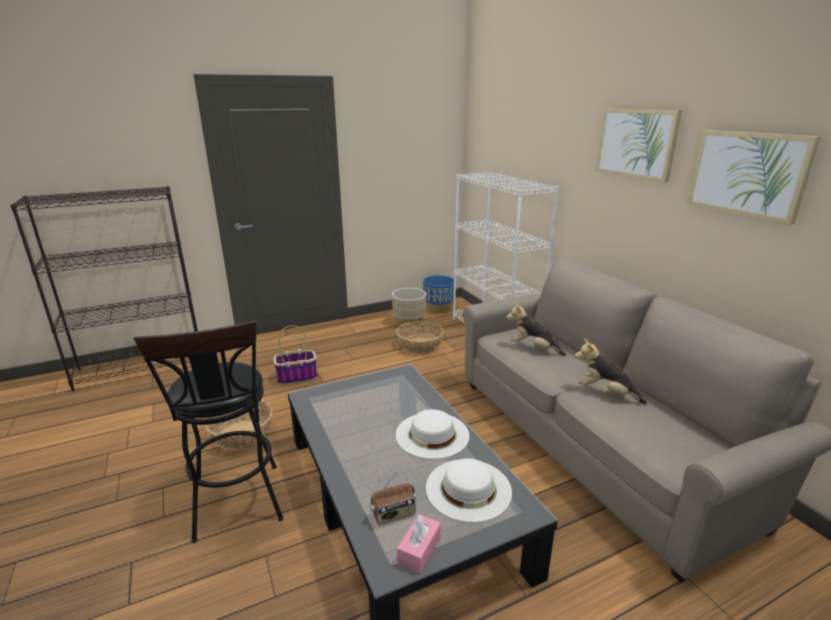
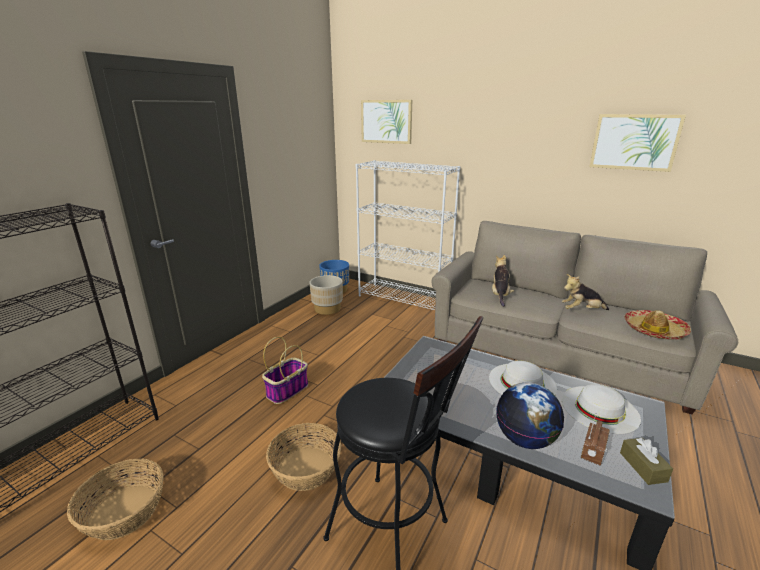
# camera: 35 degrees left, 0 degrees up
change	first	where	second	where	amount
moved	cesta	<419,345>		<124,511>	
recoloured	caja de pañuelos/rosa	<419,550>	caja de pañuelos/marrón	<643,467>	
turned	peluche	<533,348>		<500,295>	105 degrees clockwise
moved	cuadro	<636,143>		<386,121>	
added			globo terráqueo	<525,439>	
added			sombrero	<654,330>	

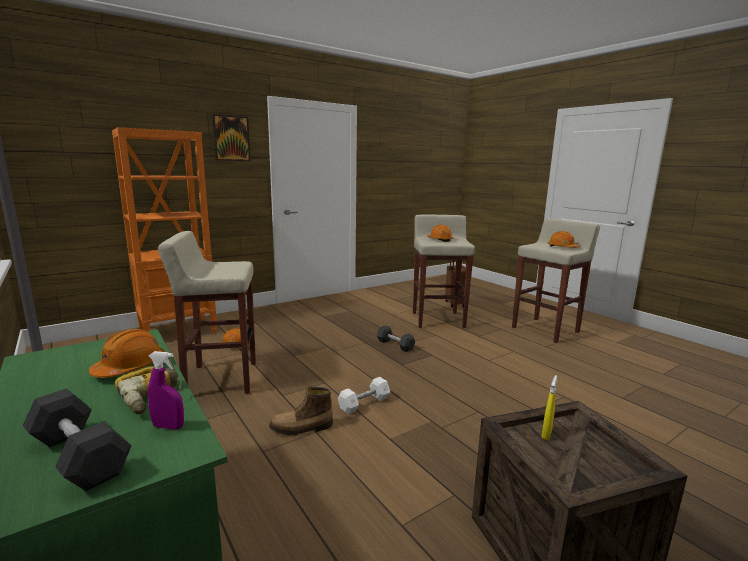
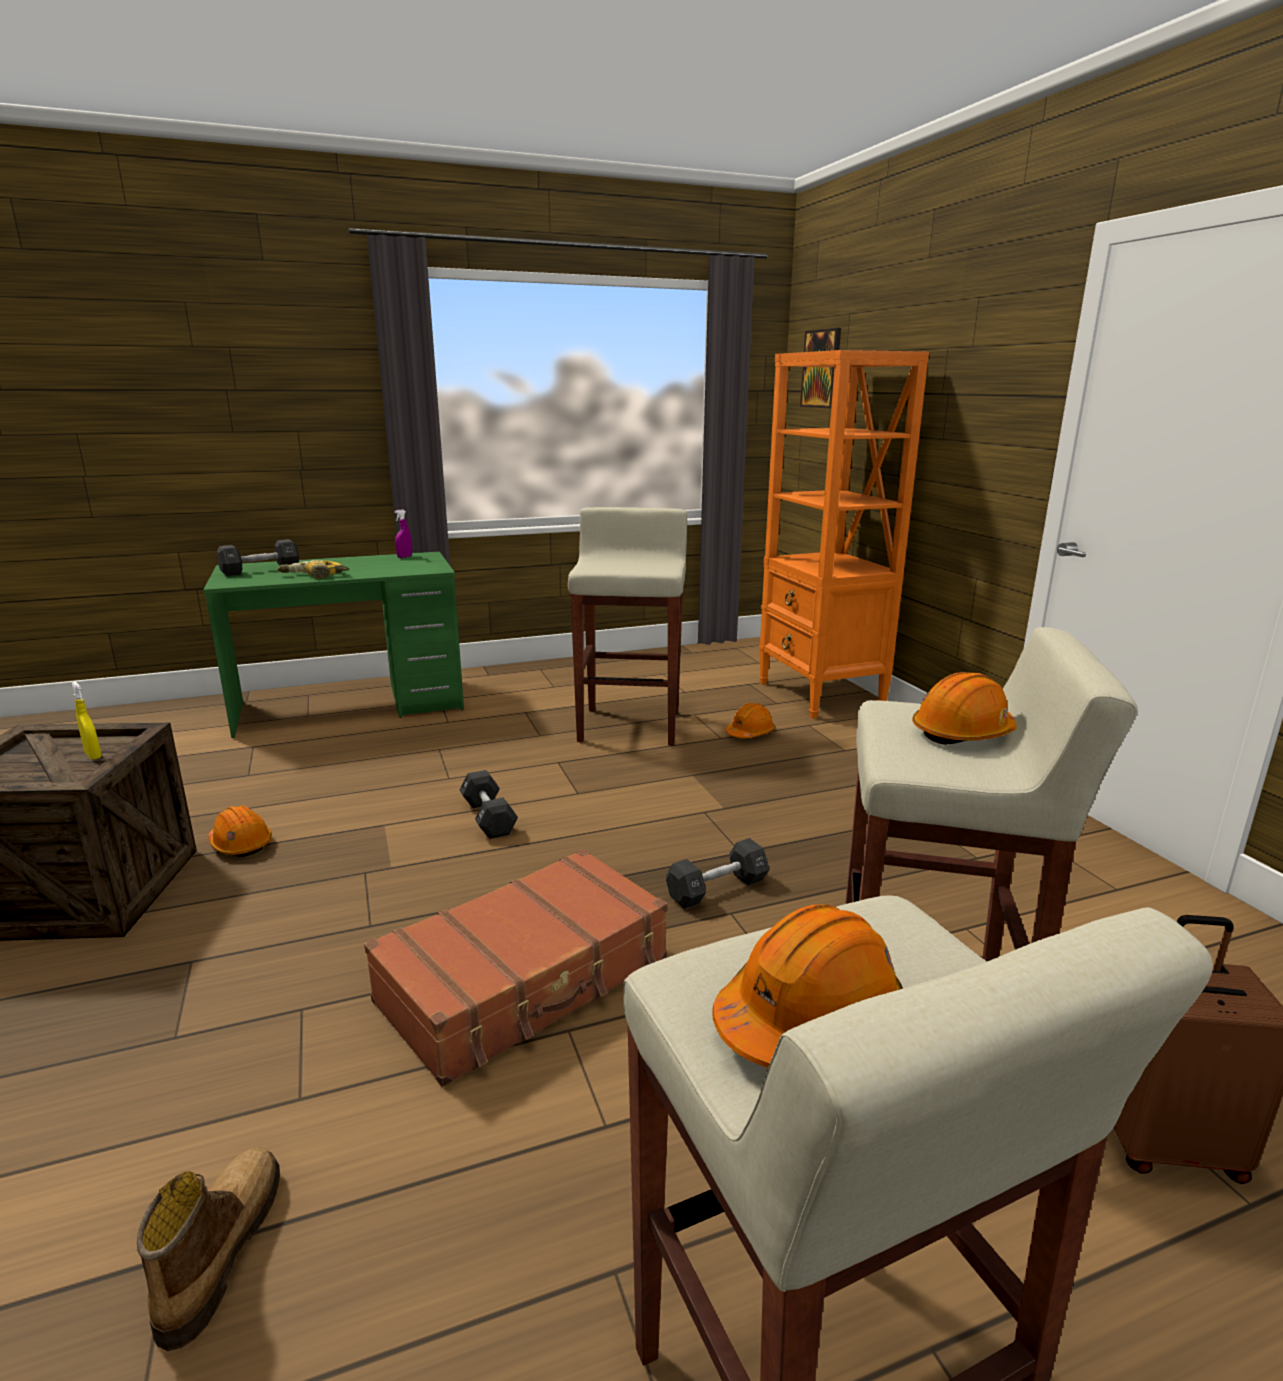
# camera: 105 degrees right, 5 degrees up
change	first	where	second	where	amount
moved	casco/naranja	<130,367>		<241,844>	
moved	pulverizador/morado	<168,426>		<404,557>	
moved	cuadro	<231,138>		<821,369>	
moved	bota	<301,428>		<219,1250>	
recoloured	mancuerna/blanco	<364,403>	mancuerna/negro	<488,818>	
added			maleta/marrón	<527,981>	

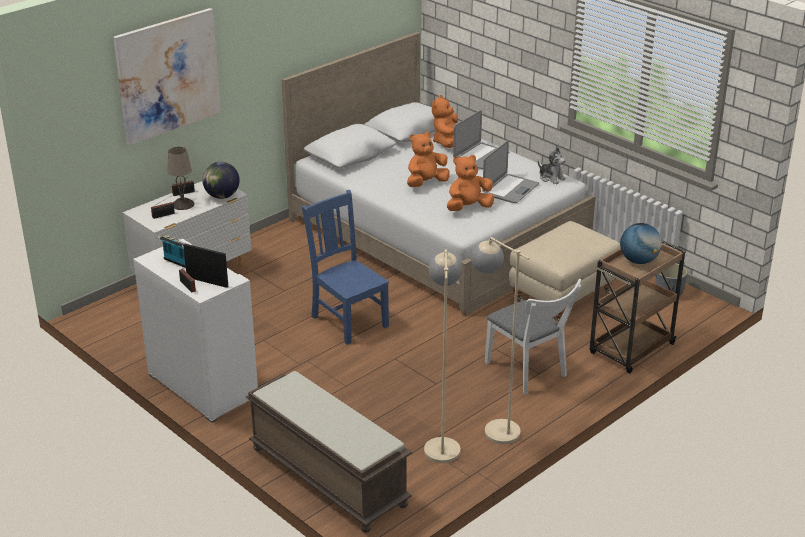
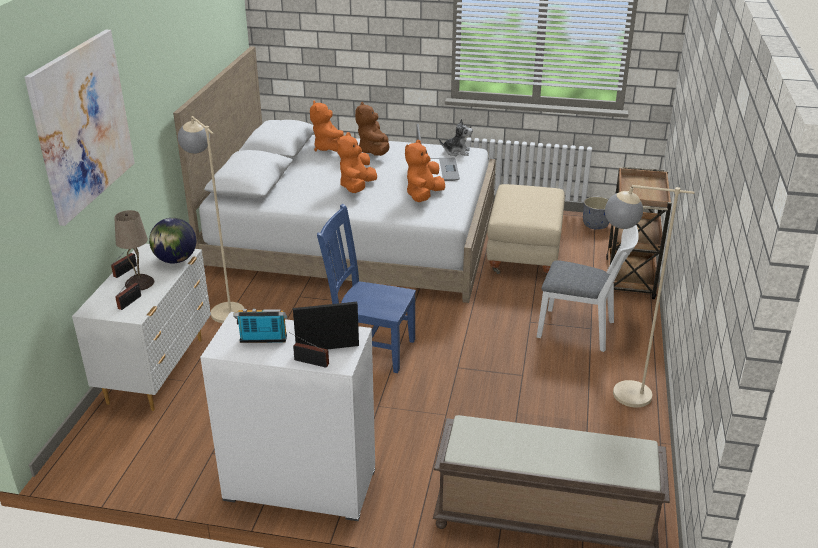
# camera: 35 degrees left, 0 degrees up
change	first	where	second	where	amount
moved	lámpara de pie/beis	<441,442>		<222,308>	
replaced	portátil	<480,156>	peluche/marrón	<374,152>	
removed	globo terráqueo	<638,261>			

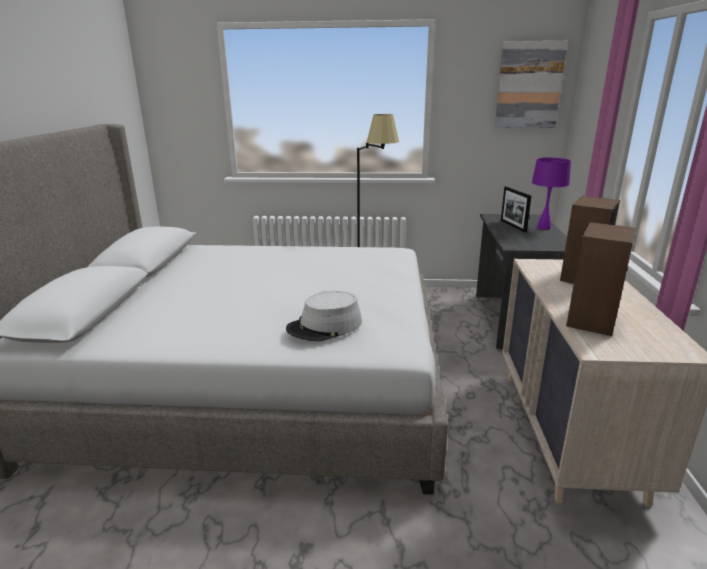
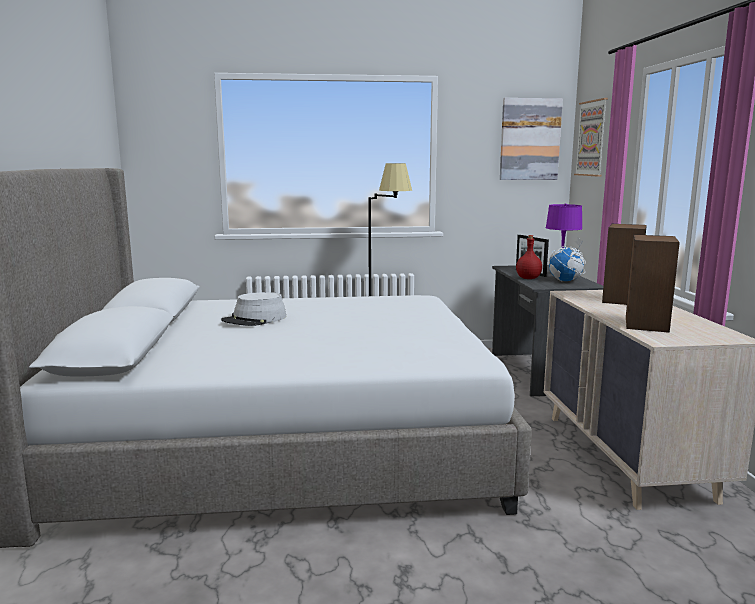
# camera: 10 degrees left, 10 degrees down
change	first	where	second	where	amount
moved	sombrero/gris	<325,326>		<255,319>	
added			botella/rojo	<528,278>	
added			globo terráqueo	<565,281>	
added			cuadro	<591,138>	

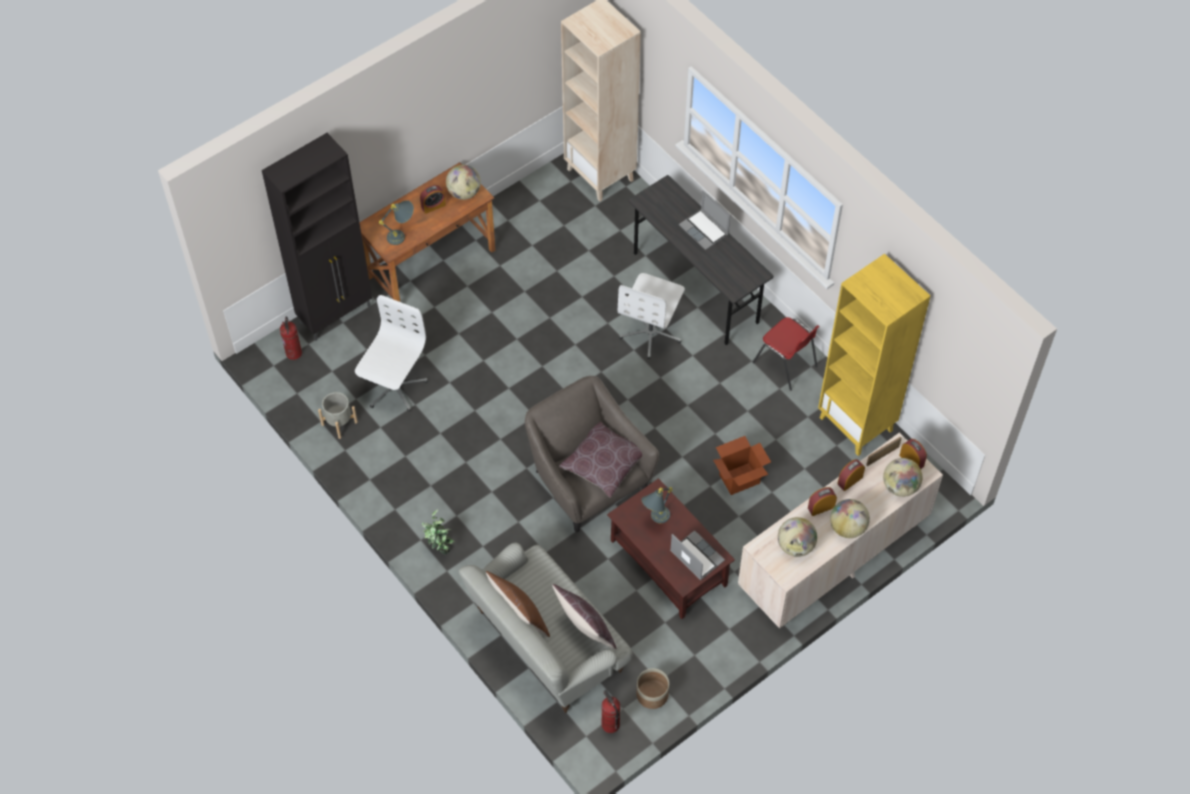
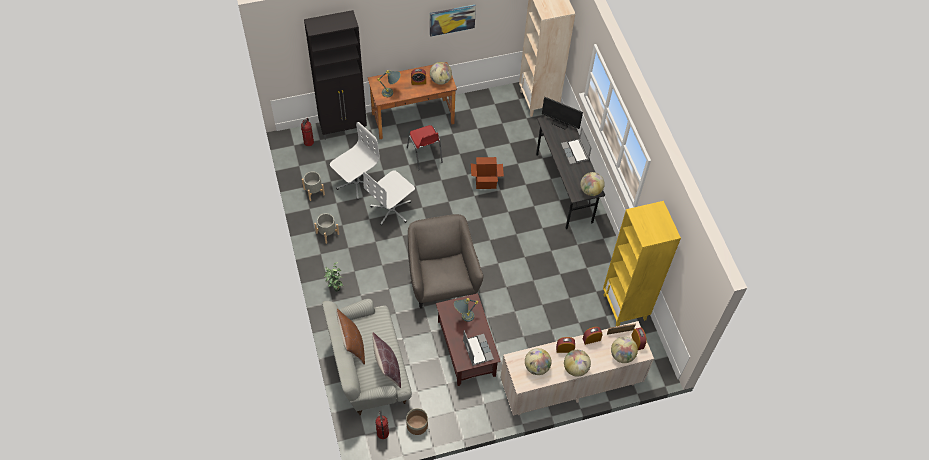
# camera: 20 degrees right, 0 degrees up
change	first	where	second	where	amount
removed	cojín/marrón	<603,463>			
moved	silla de oficina/blanco	<651,332>		<391,210>	
moved	caja de cartón	<739,478>		<486,182>	
moved	silla/rojo	<785,364>		<425,155>	
added			maceta/gris	<327,233>	
added			cuadro	<452,19>	
added			monitor	<560,123>	
added			globo terráqueo	<590,190>	

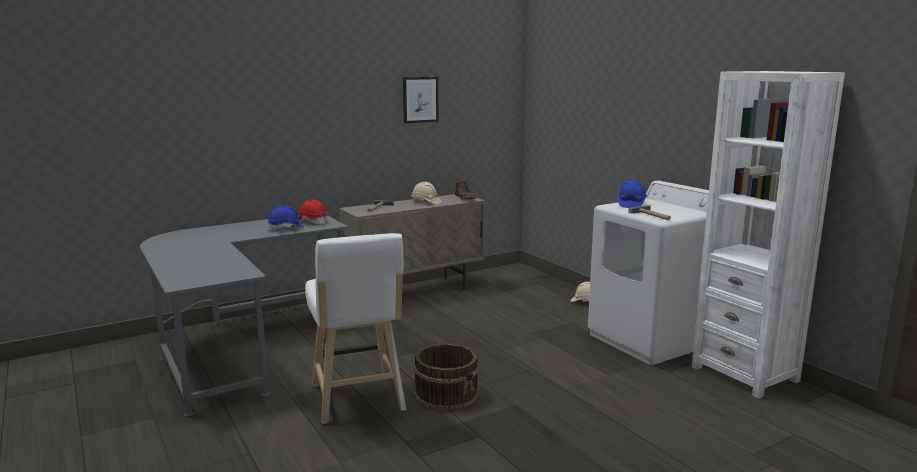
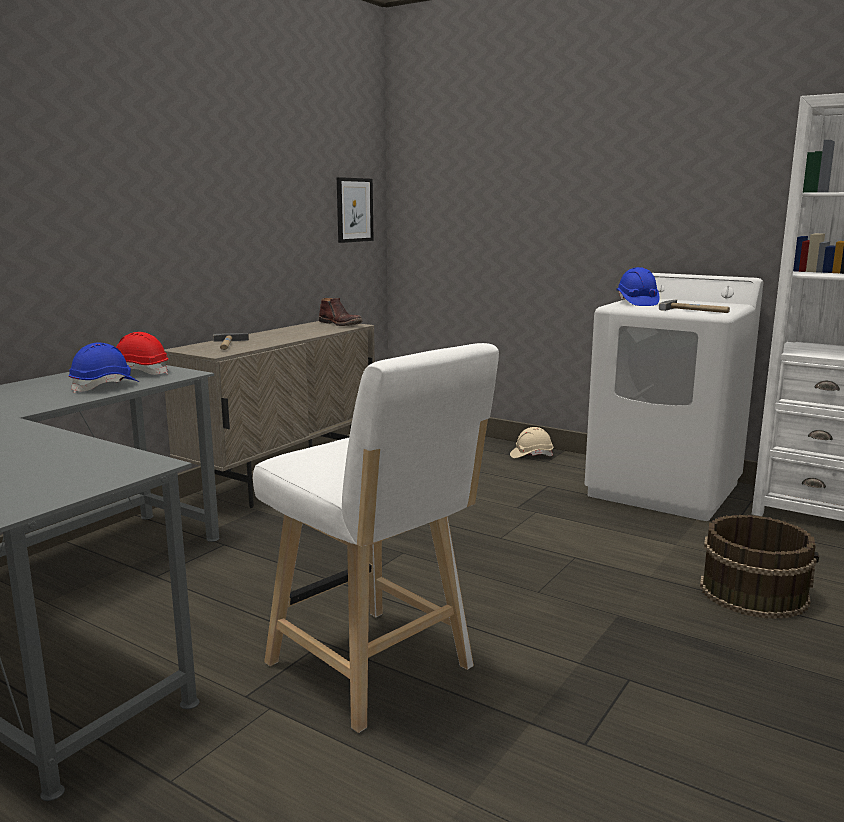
# camera: 25 degrees left, 0 degrees up
change	first	where	second	where	amount
moved	cuadro	<420,99>		<354,210>	
removed	casco/beis	<426,202>			
moved	cubo/marrón	<447,393>		<753,592>	

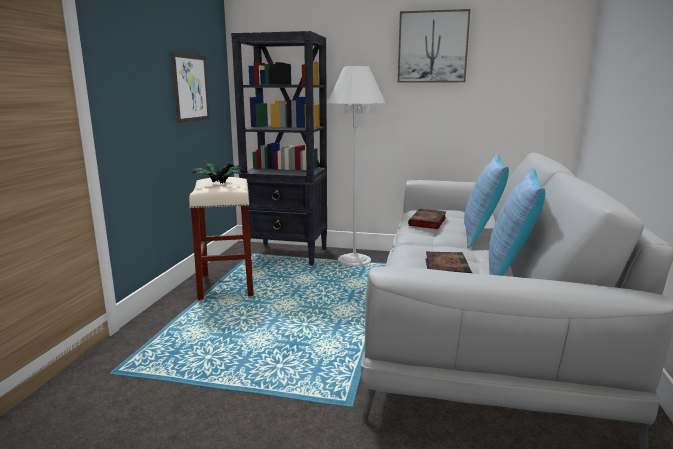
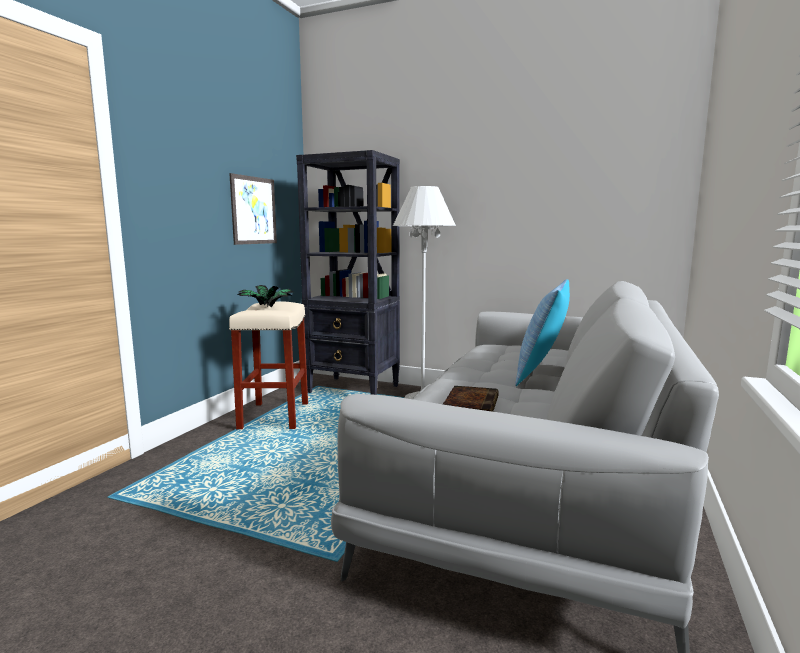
# camera: 10 degrees right, 5 degrees down
change	first	where	second	where	amount
removed	cuadro	<432,47>			
removed	libro	<428,222>			
removed	cojín	<509,271>			

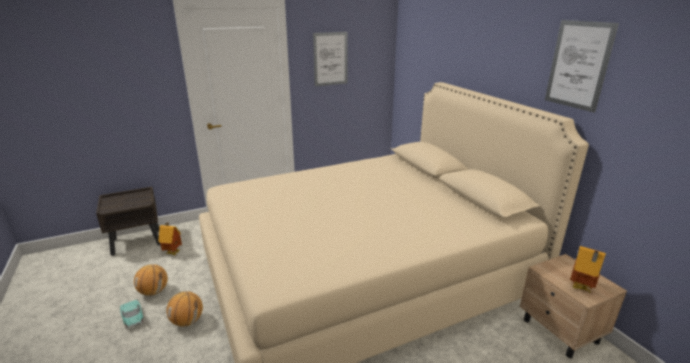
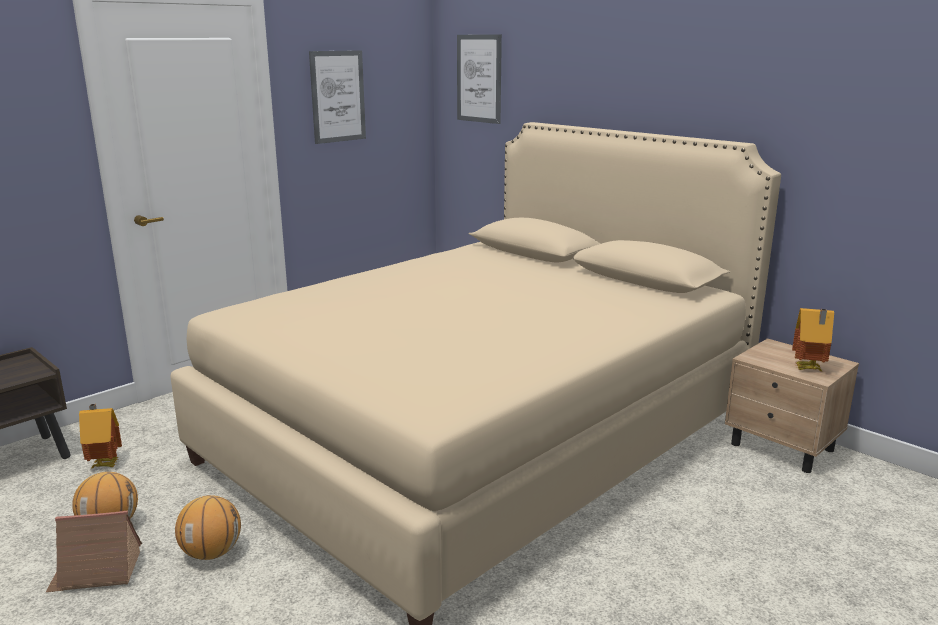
# camera: 20 degrees left, 5 degrees down
change	first	where	second	where	amount
replaced	coche de juguete/turquesa	<133,318>	casita	<97,571>	
moved	cuadro	<578,65>		<479,78>	

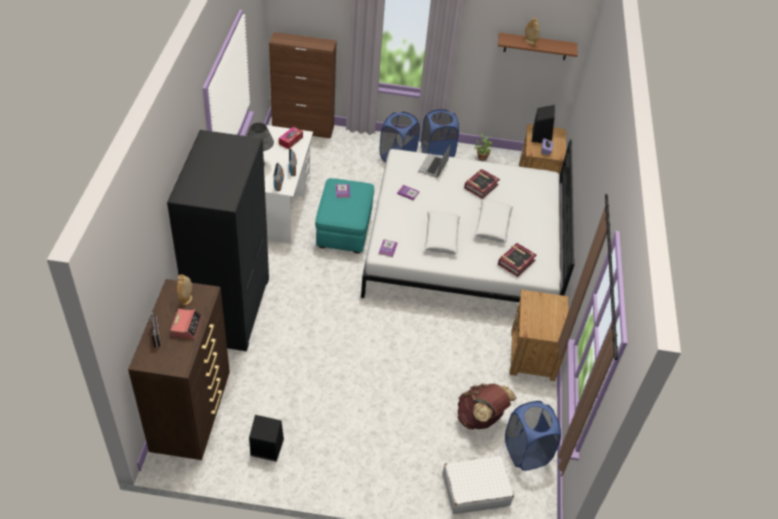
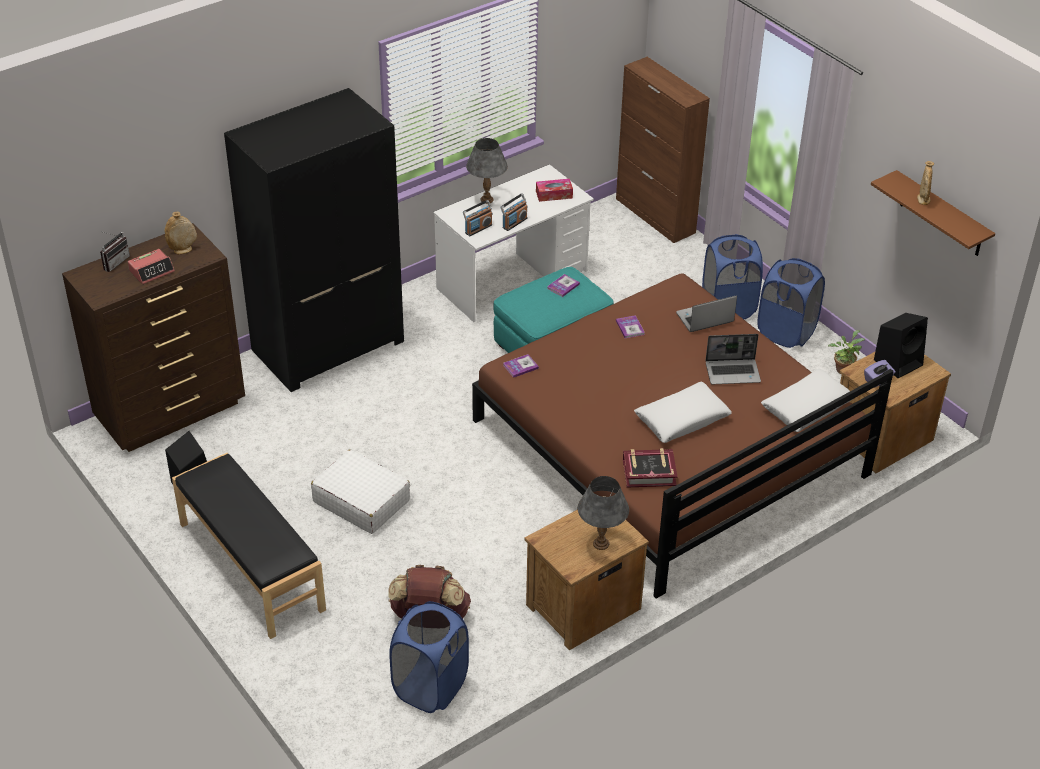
# camera: 50 degrees right, 5 degrees down
change	first	where	second	where	amount
recoloured	cama/blanco	<464,247>	cama/marrón	<668,448>	
moved	cojín/blanco	<441,237>		<806,407>	
moved	maleta/blanco	<475,489>		<361,501>	
replaced	libro	<481,186>	portátil	<733,372>	
added			banco/negro	<250,567>	
added			lámpara de mesa/gris	<601,543>	

